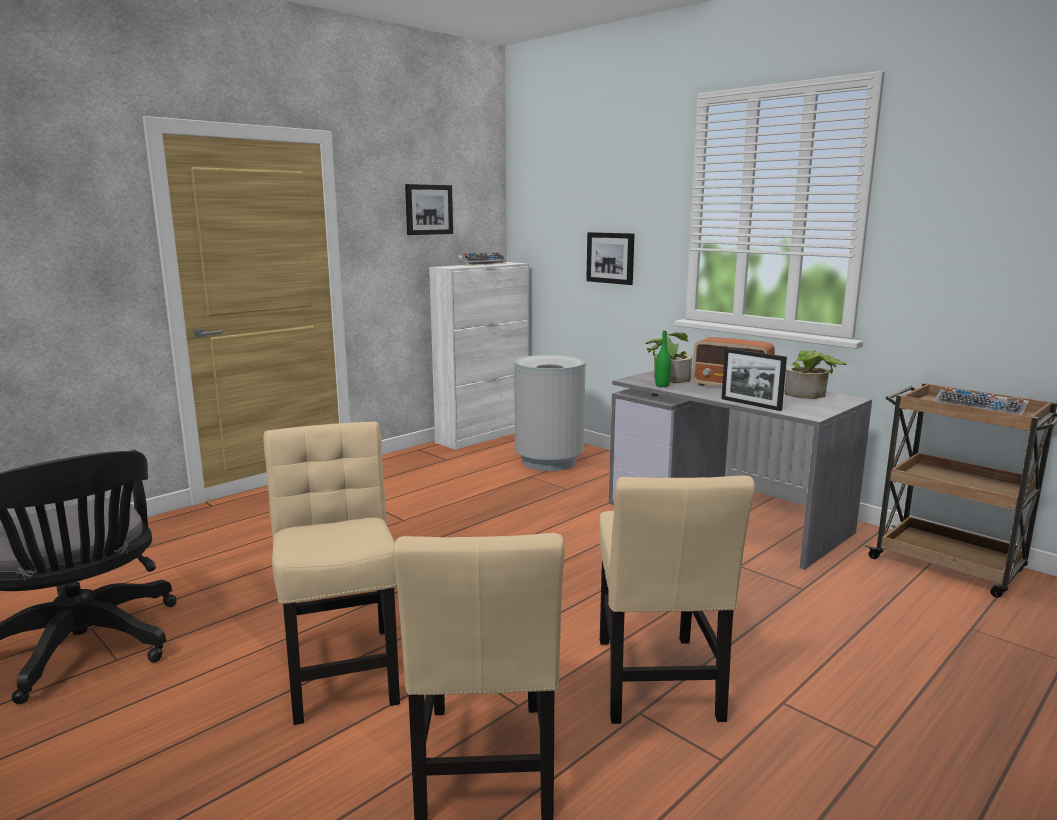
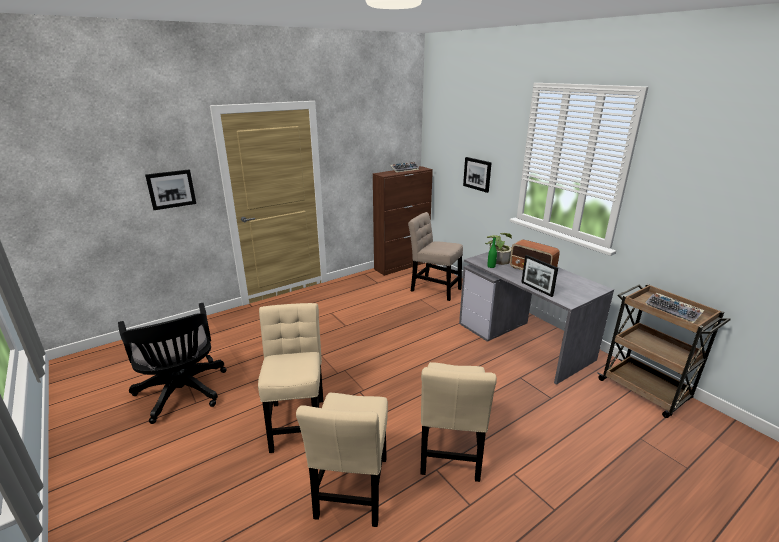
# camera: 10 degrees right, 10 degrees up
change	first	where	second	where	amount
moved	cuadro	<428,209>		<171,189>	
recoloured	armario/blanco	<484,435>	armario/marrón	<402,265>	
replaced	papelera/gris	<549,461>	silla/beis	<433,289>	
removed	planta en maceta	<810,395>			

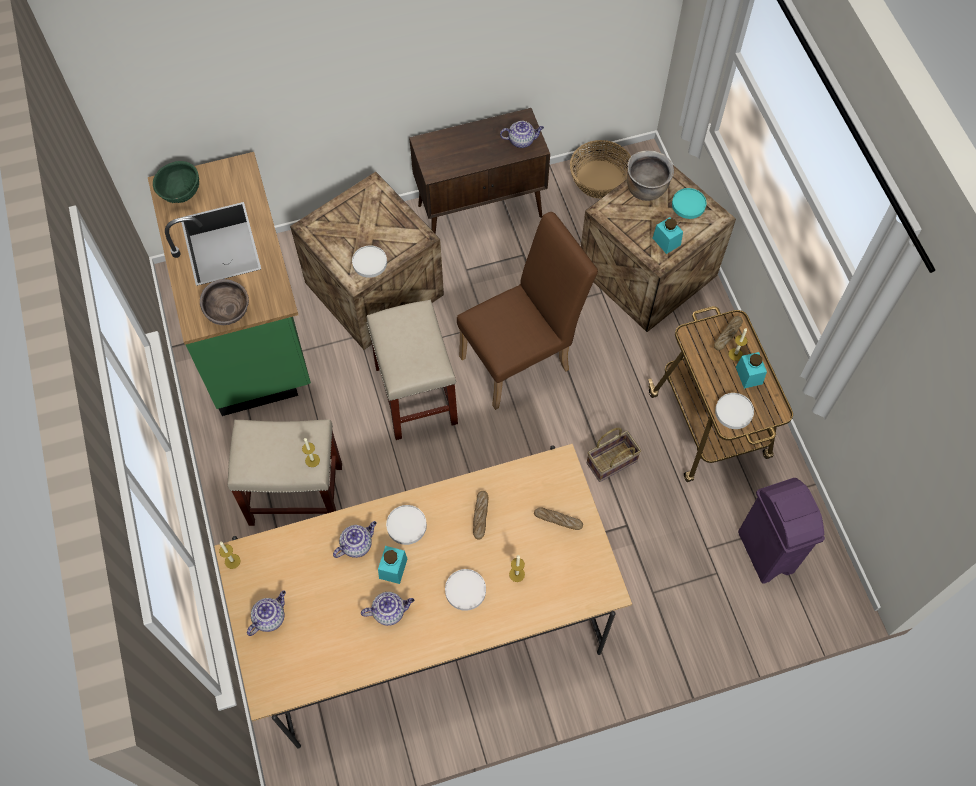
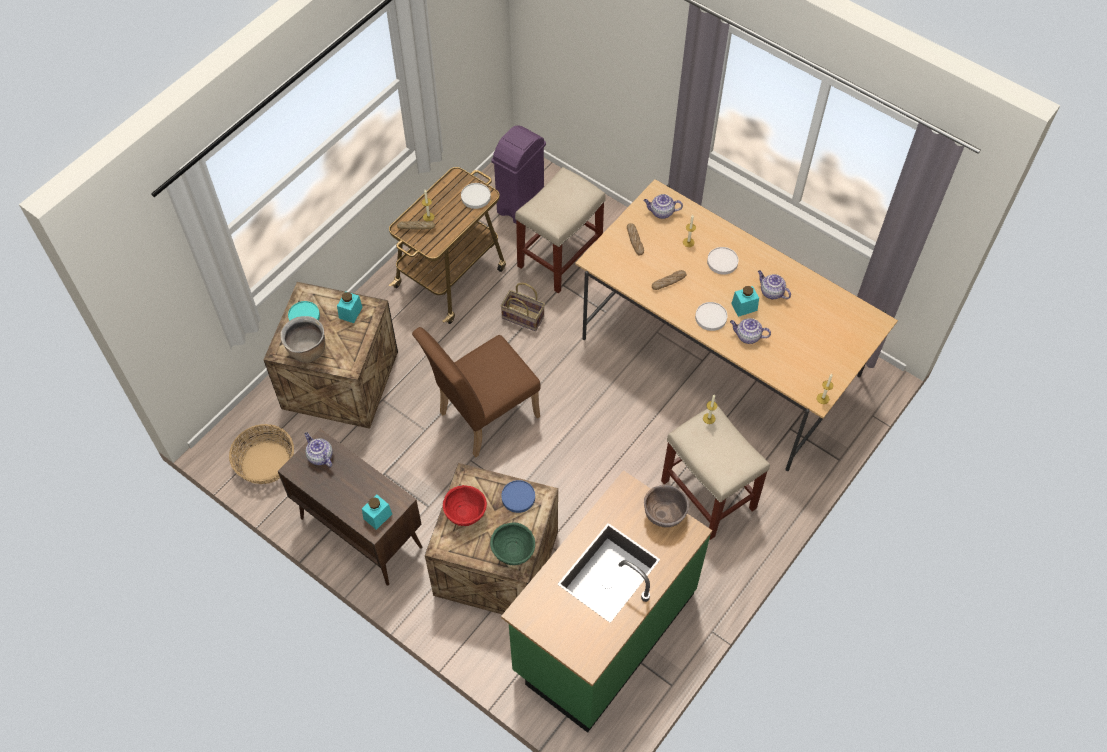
# camera: 125 degrees left, 5 degrees down
change	first	where	second	where	amount
moved	cuenco/verde	<181,195>		<513,553>	
moved	tetera	<270,617>		<661,212>	
recoloured	plato/blanco	<369,263>	plato/azul	<518,497>	
moved	taburete/beis	<417,396>		<560,256>	
turned	silla/marrón	<522,359>		<482,417>	60 degrees counterclockwise
moved	tarro/turquesa	<749,375>		<378,516>	
added			cuenco/rojo	<465,514>	

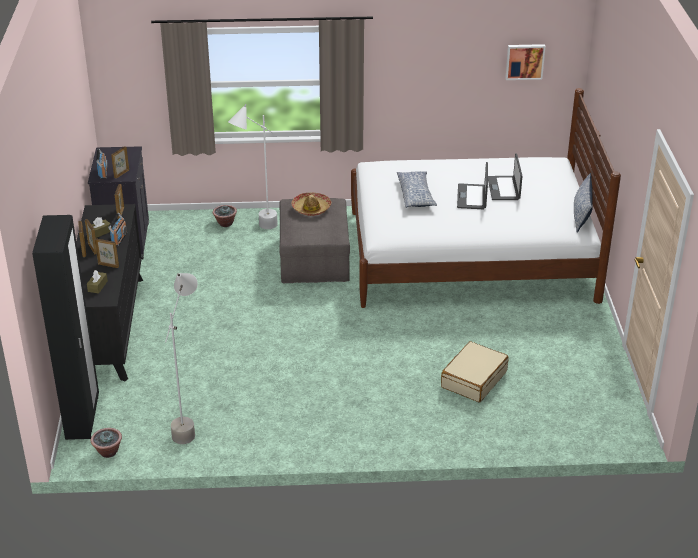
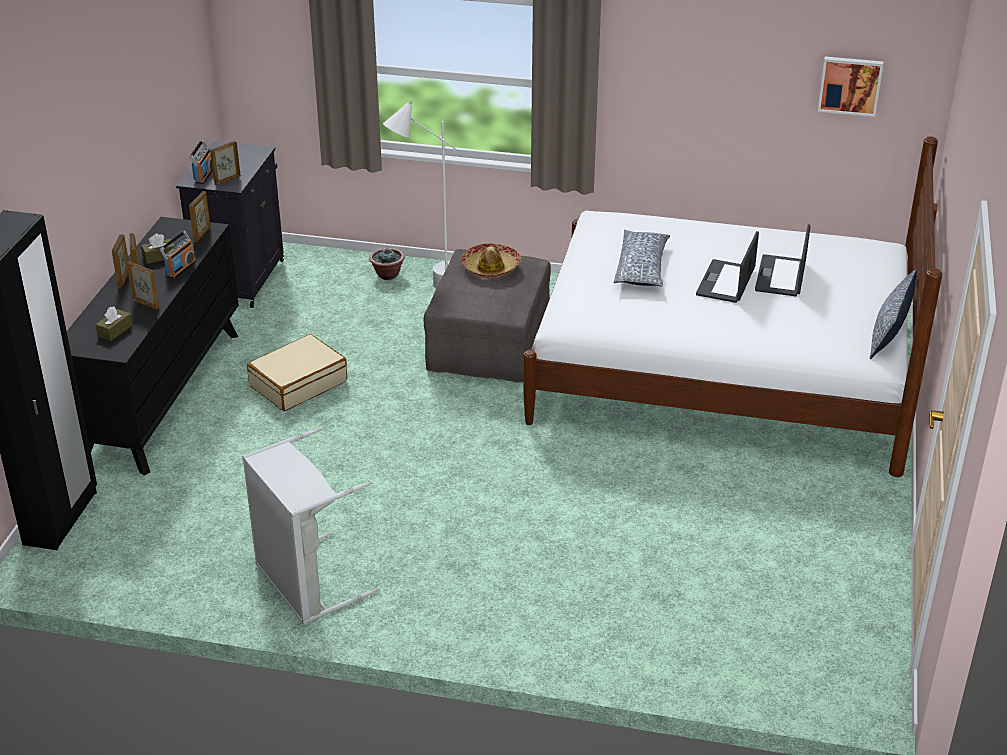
# camera: 15 degrees right, 0 degrees up
change	first	where	second	where	amount
removed	planta en maceta	<108,452>			
removed	lámpara de pie/gris	<189,423>			
moved	maleta/beis	<473,379>		<298,383>	
added			cesto de la ropa/gris	<305,583>	

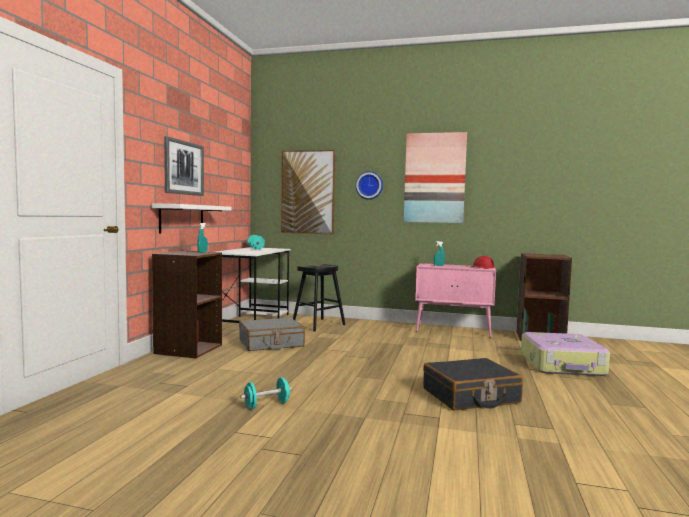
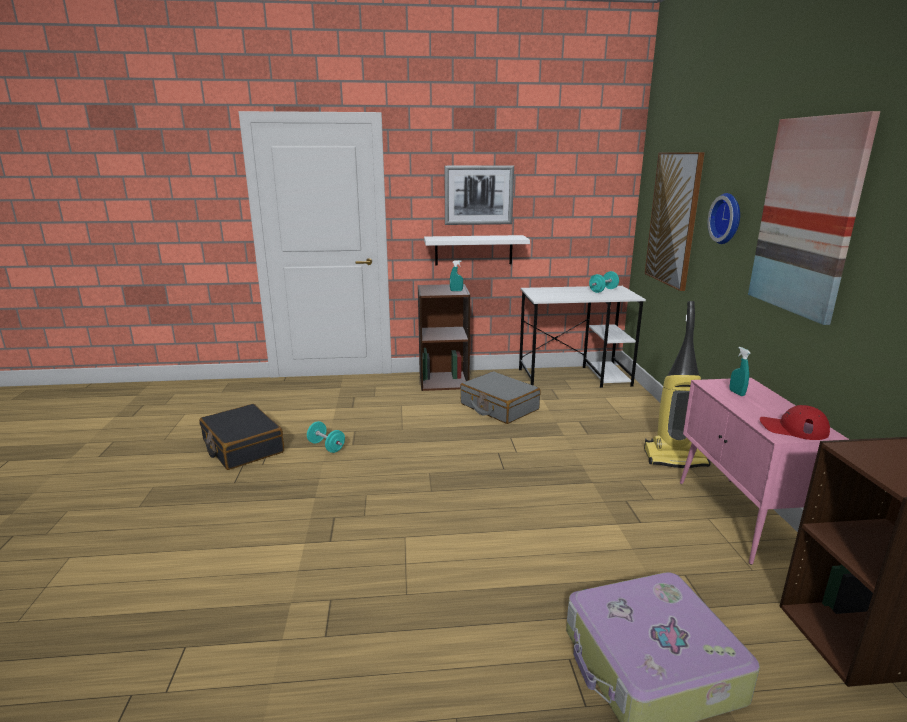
# camera: 70 degrees right, 15 degrees up
change	first	where	second	where	amount
removed	taburete/negro	<318,325>			
moved	maleta/negro	<470,396>		<242,447>	
added			aspiradora	<675,457>	

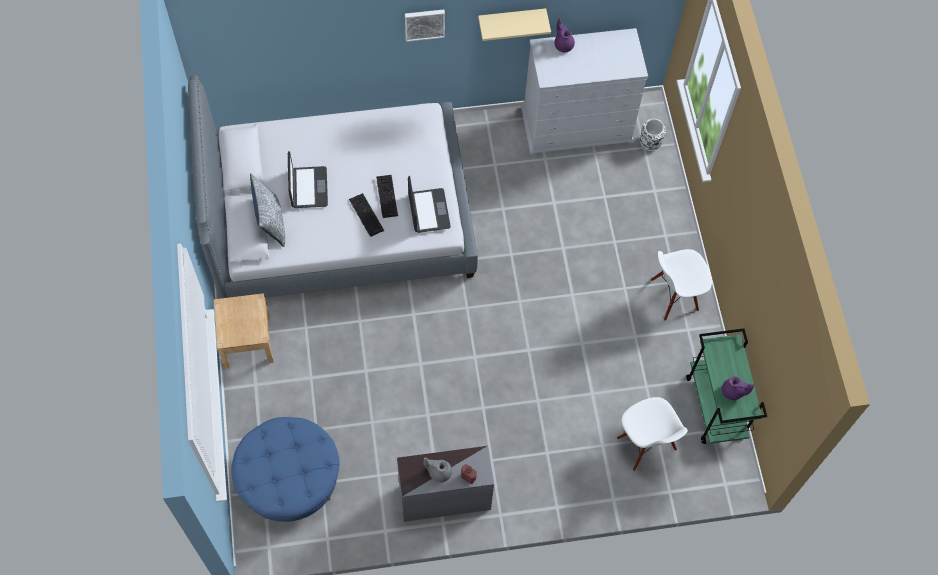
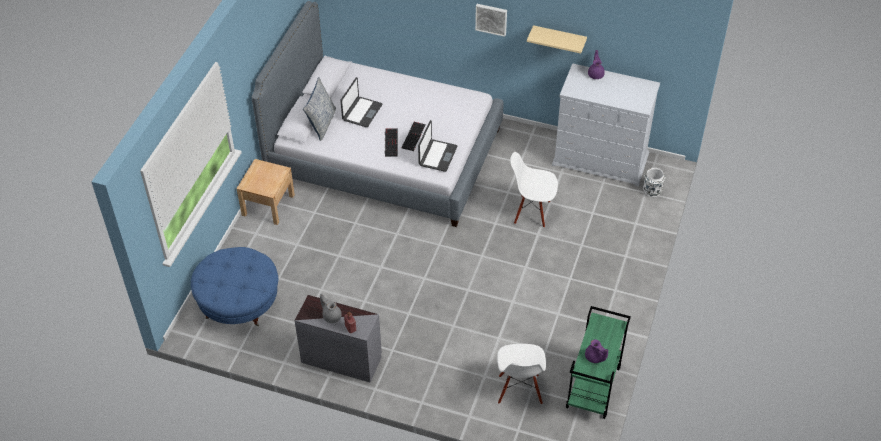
# camera: 30 degrees right, 15 degrees down
change	first	where	second	where	amount
moved	silla/blanco	<674,296>		<532,212>	

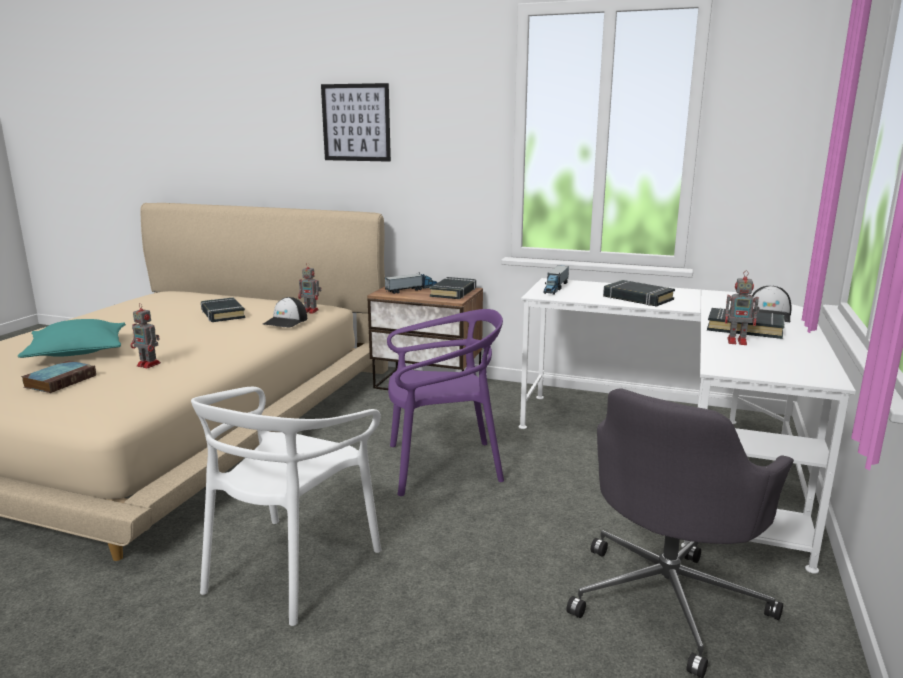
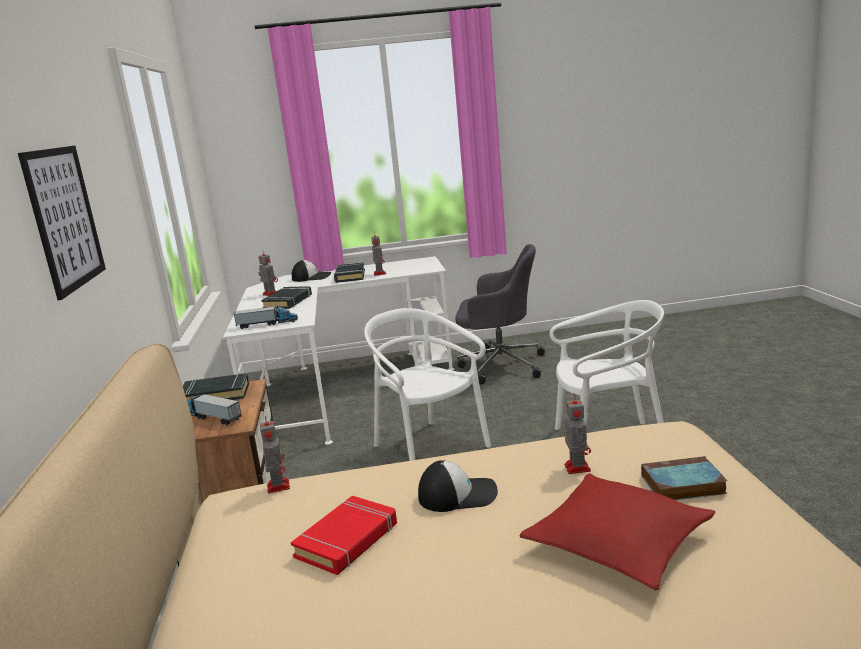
# camera: 115 degrees left, 0 degrees up
change	first	where	second	where	amount
recoloured	cojín/turquesa	<77,352>	cojín/rojo	<618,543>	
recoloured	libro/negro	<222,314>	libro/rojo	<347,540>	
moved	gorra	<286,321>		<458,494>	
recoloured	silla/morado	<442,466>	silla/blanco	<429,449>	
added			robot de juguete	<270,294>	

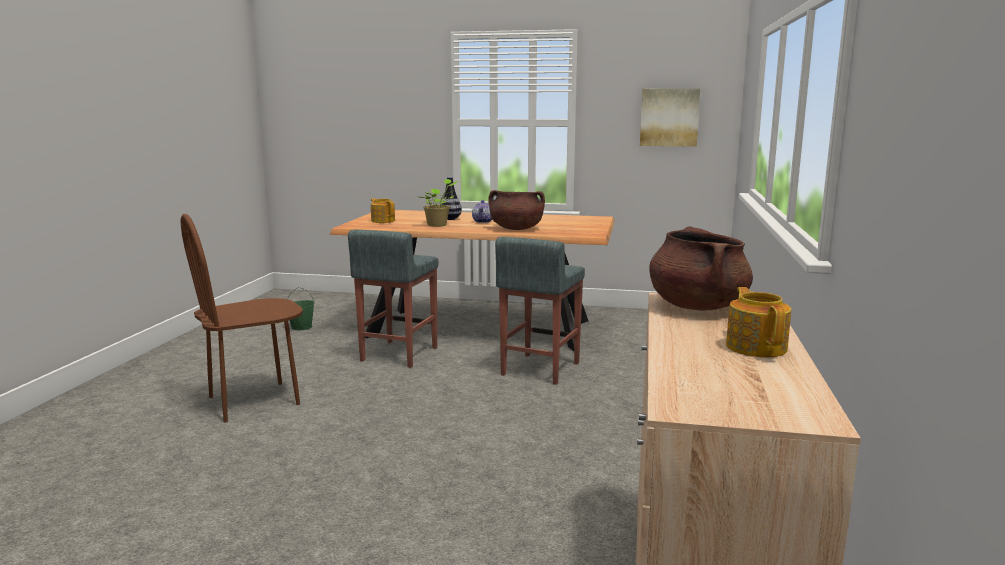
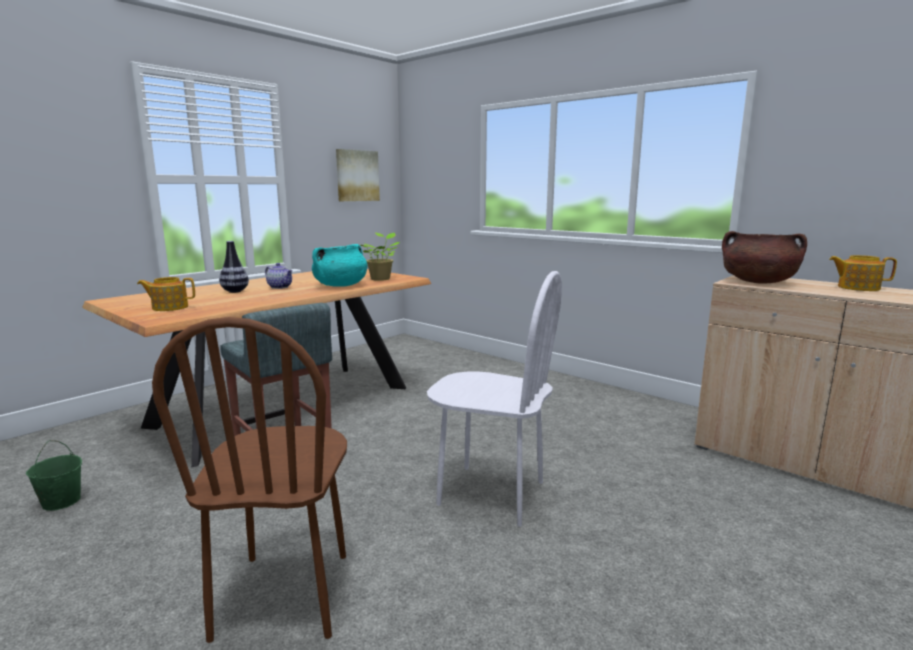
# camera: 60 degrees left, 0 degrees up
change	first	where	second	where	amount
moved	planta en maceta	<438,225>		<381,279>	
recoloured	olla/marrón	<516,229>	olla/turquesa	<340,285>	
removed	taburete/gris	<539,369>			
added			silla/blanco	<491,493>	

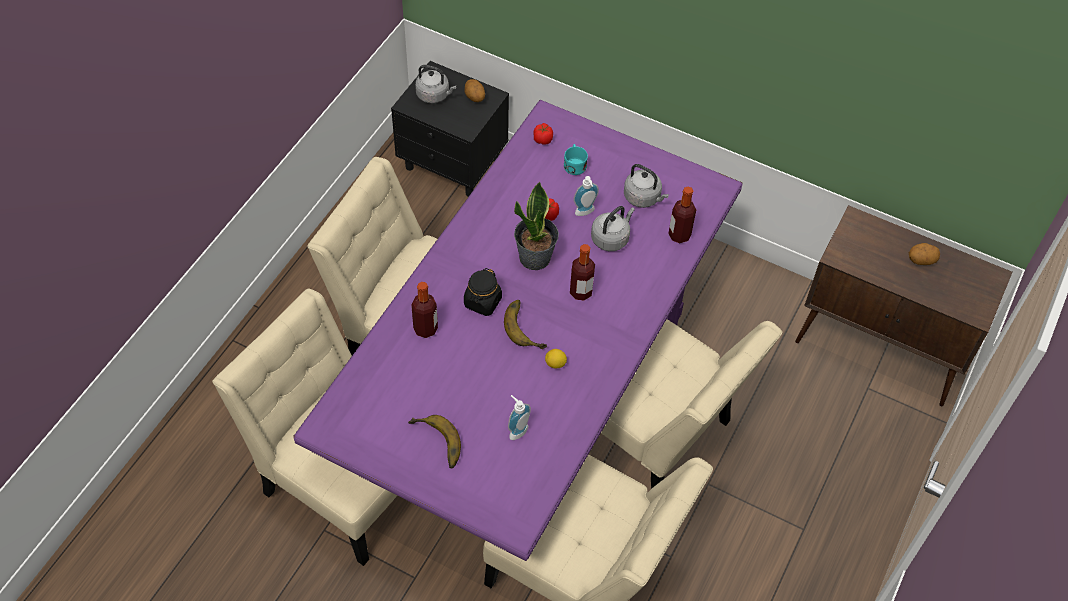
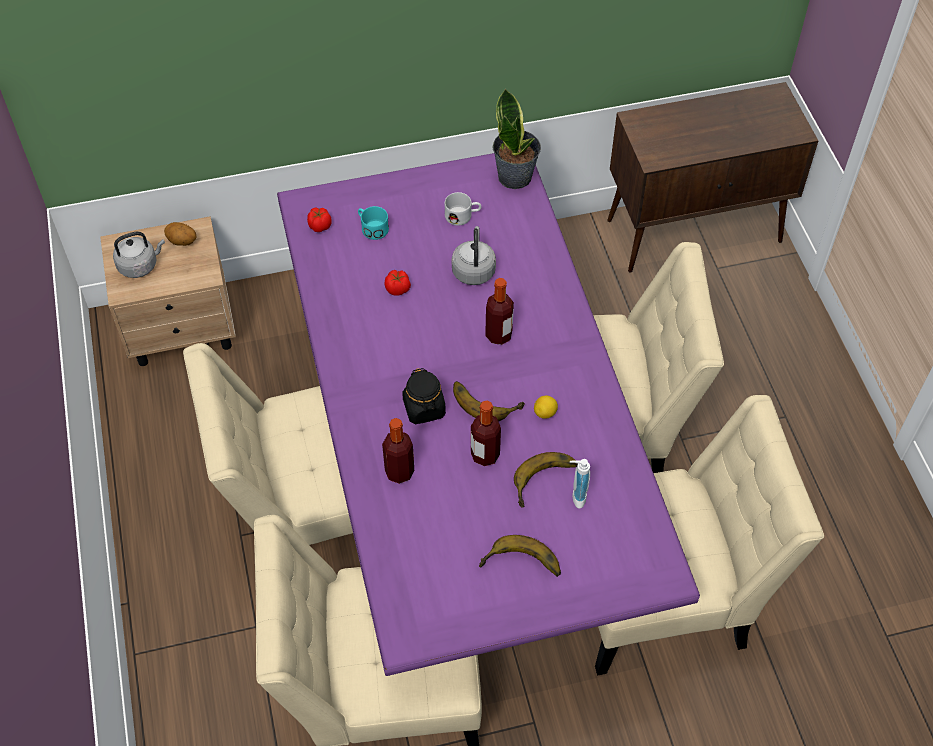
# camera: 40 degrees left, 0 degrees up
change	first	where	second	where	amount
recoloured	mesita de noche/negro	<453,163>	mesita de noche/beis	<183,329>	
moved	planta en maceta	<535,258>		<515,176>	
removed	dispensador de jabón	<585,213>			
replaced	hervidor/gris	<643,198>	taza grande/blanco	<463,216>	
moved	botella	<679,235>		<485,455>	
removed	patata	<921,260>			
added			plátano	<547,482>	

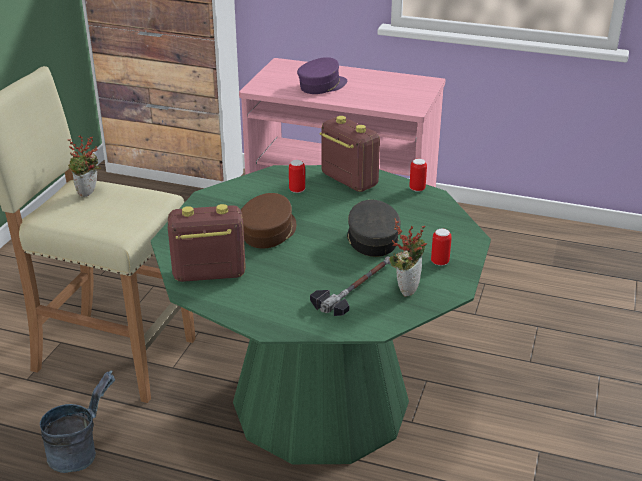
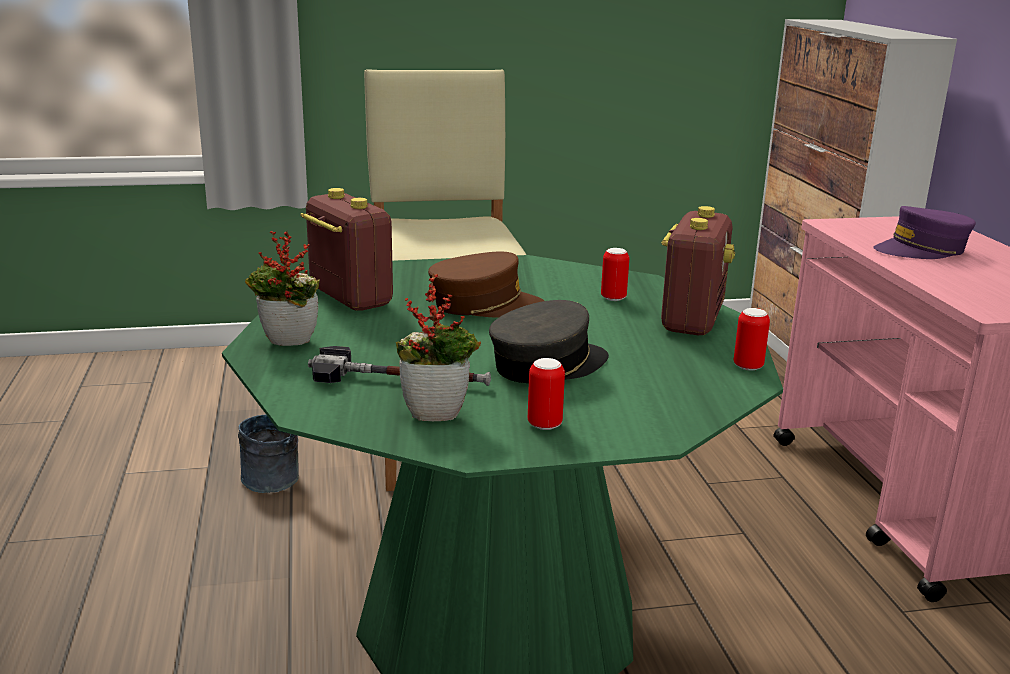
# camera: 60 degrees right, 10 degrees down
change	first	where	second	where	amount
moved	planta en maceta	<89,194>		<287,345>	
turned	gorra/morado	<322,86>		<922,250>	150 degrees clockwise

